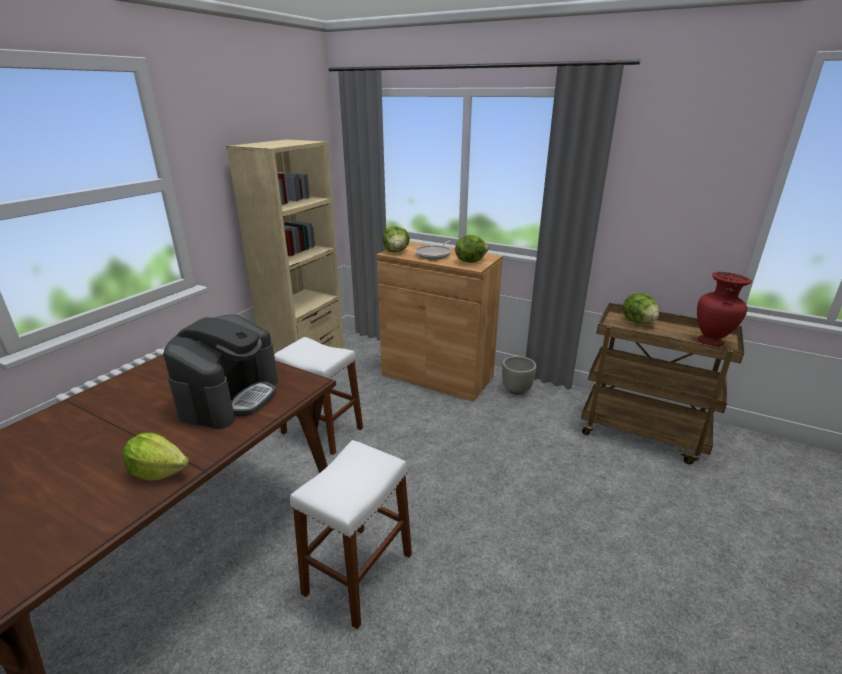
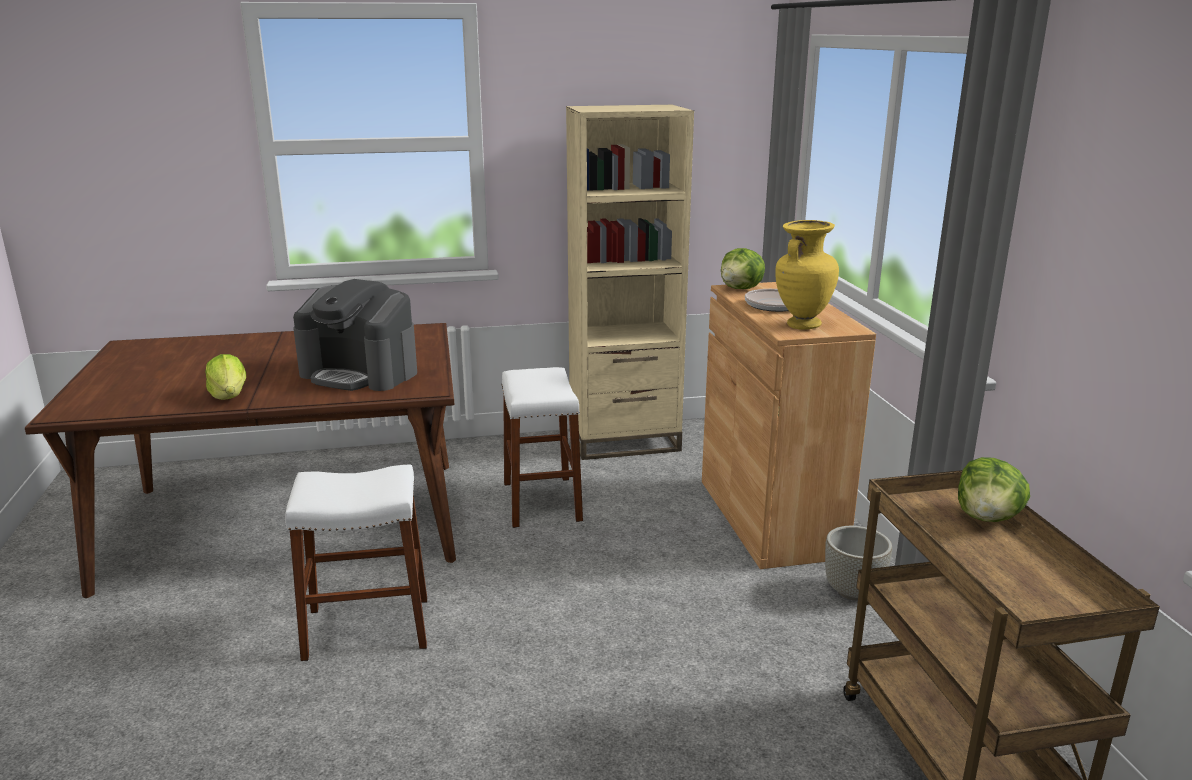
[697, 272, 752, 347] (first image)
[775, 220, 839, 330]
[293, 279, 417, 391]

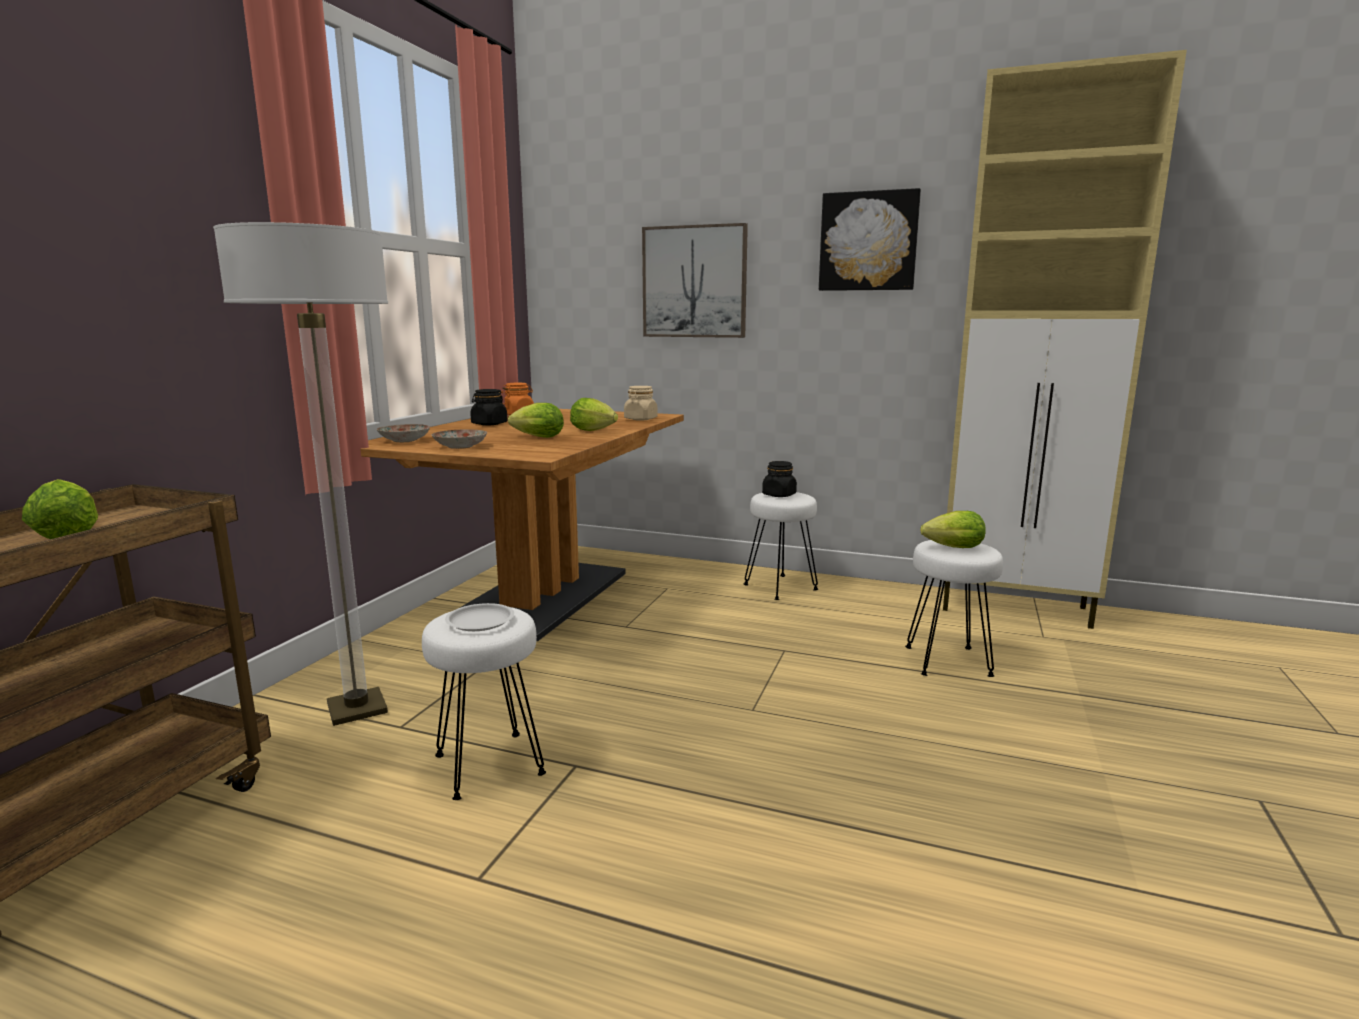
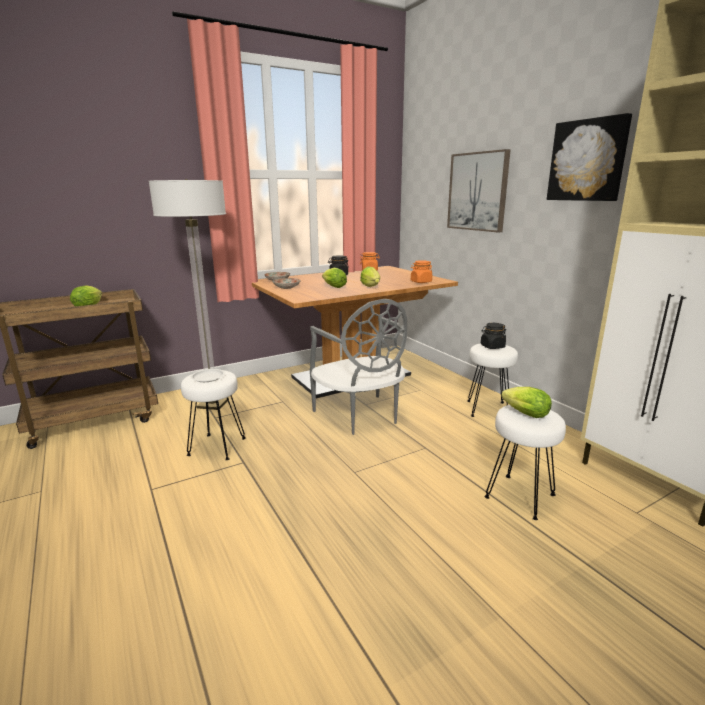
[310, 299, 407, 435]
[411, 260, 432, 283]

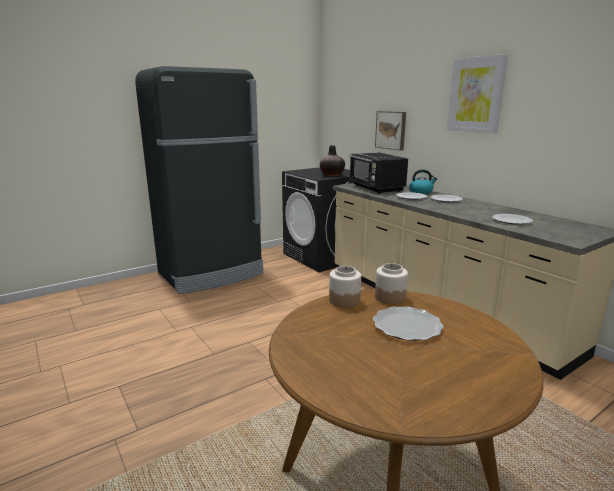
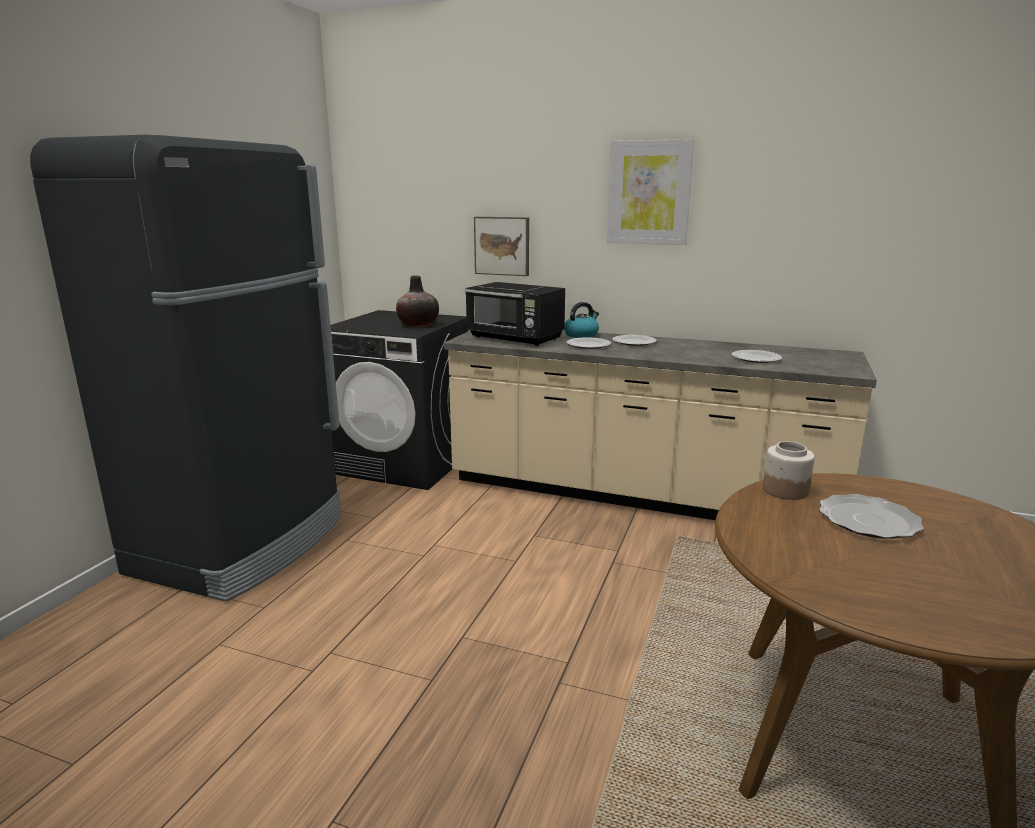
[329, 266, 361, 308] (first image)

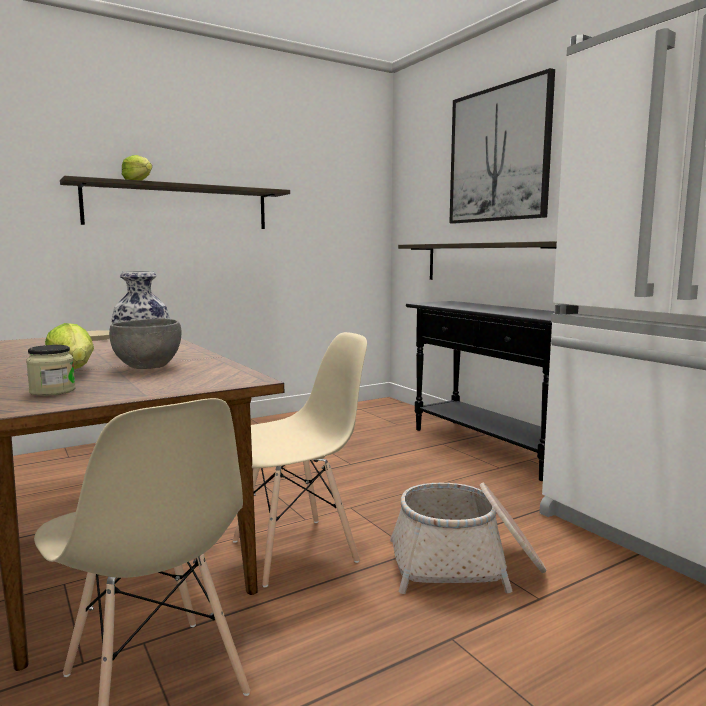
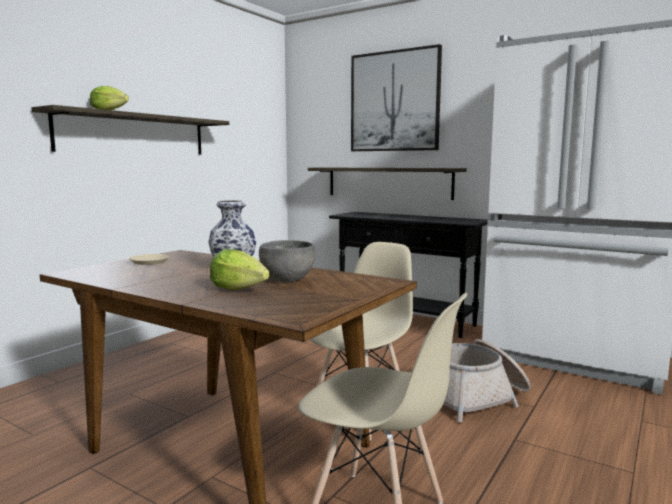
[26, 345, 76, 396] (first image)

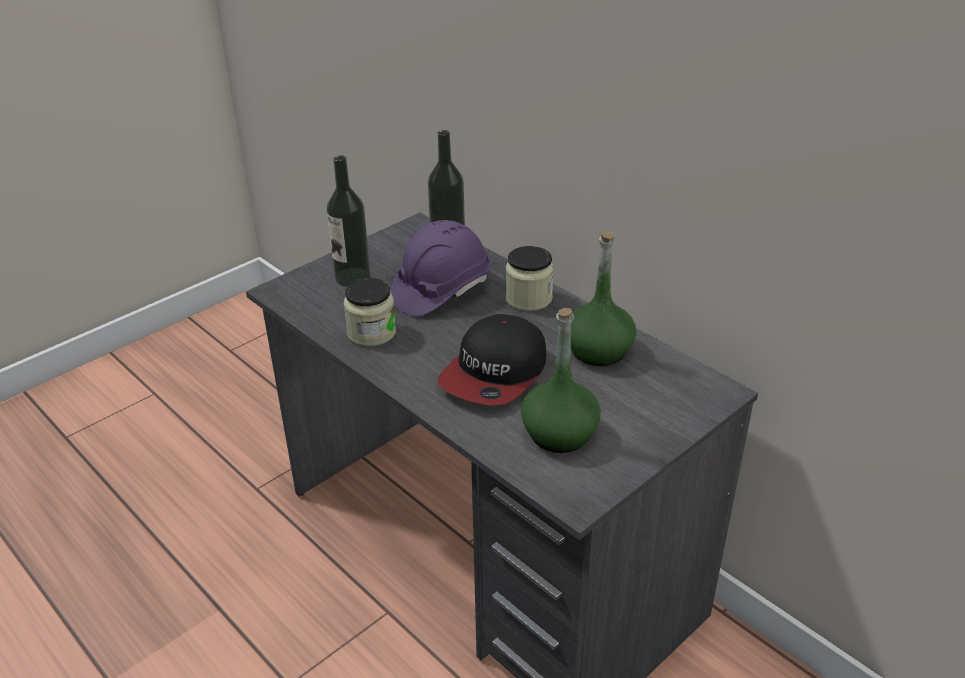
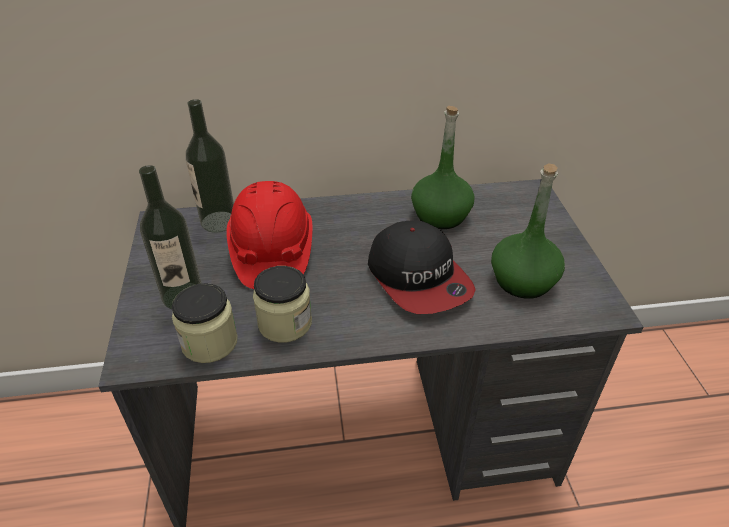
[172, 283, 238, 363]
[226, 181, 313, 289]

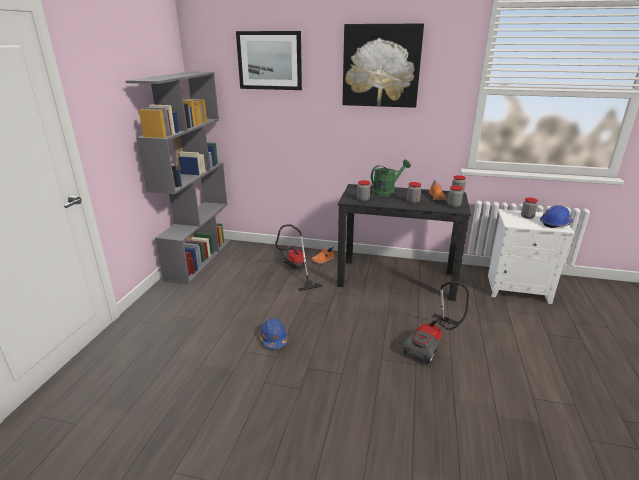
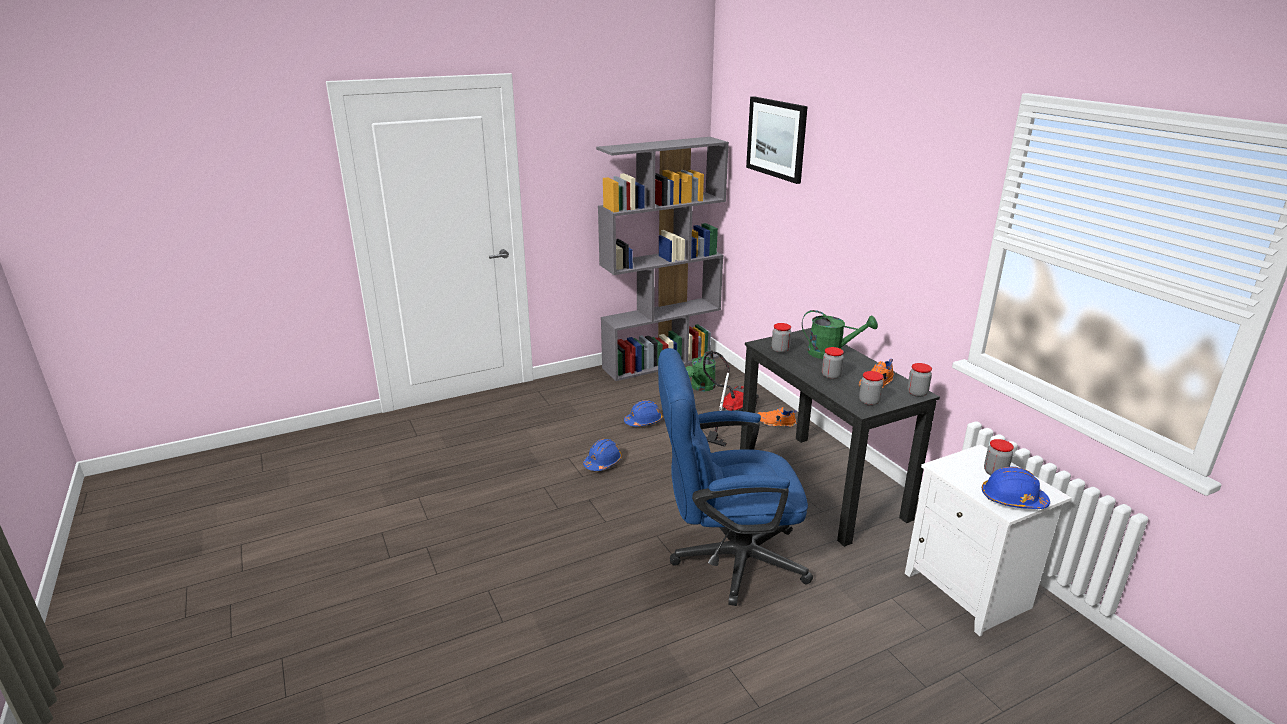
[342, 23, 424, 108] (first image)
[624, 400, 662, 427]
[686, 350, 716, 391]
[658, 348, 813, 606]

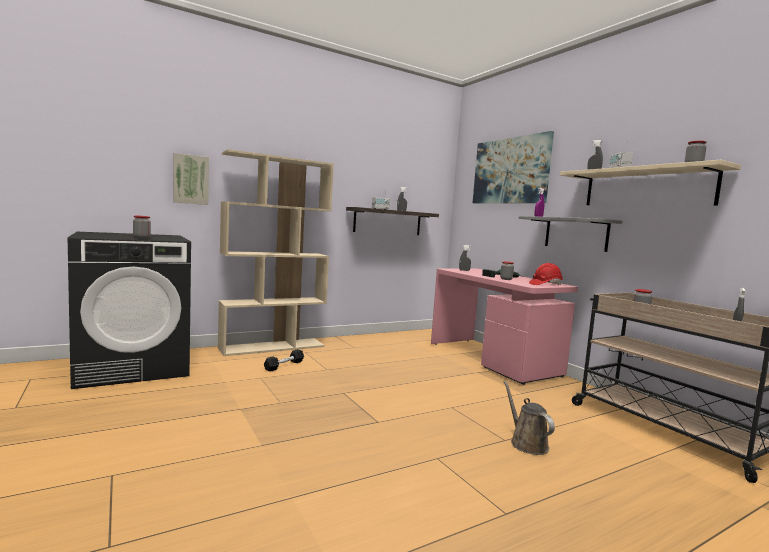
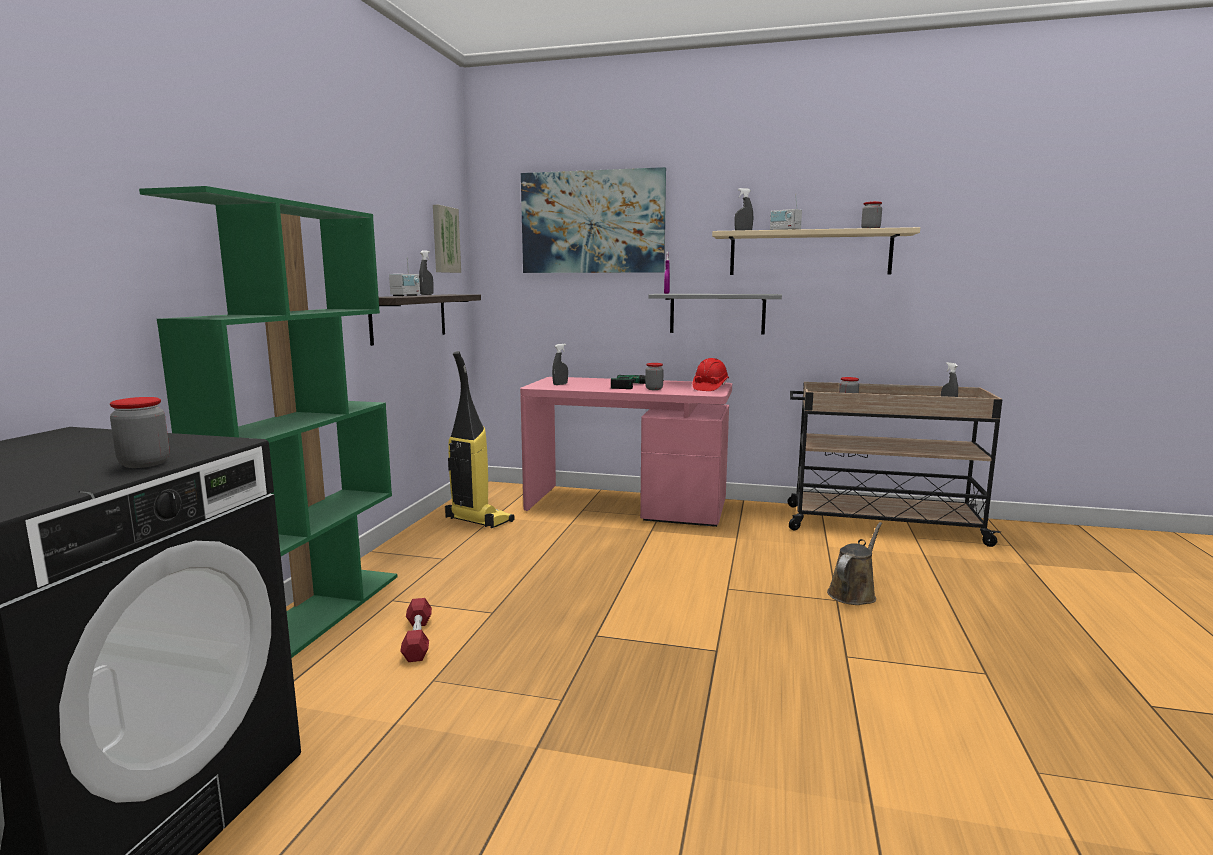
[445, 351, 515, 528]
[433, 205, 461, 273]
[139, 186, 398, 658]
[400, 598, 432, 662]
[827, 522, 882, 605]

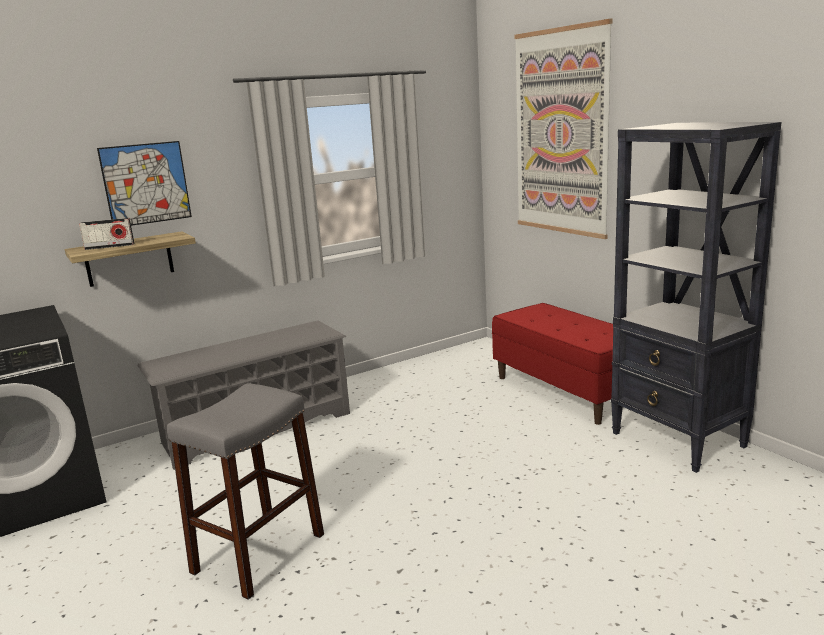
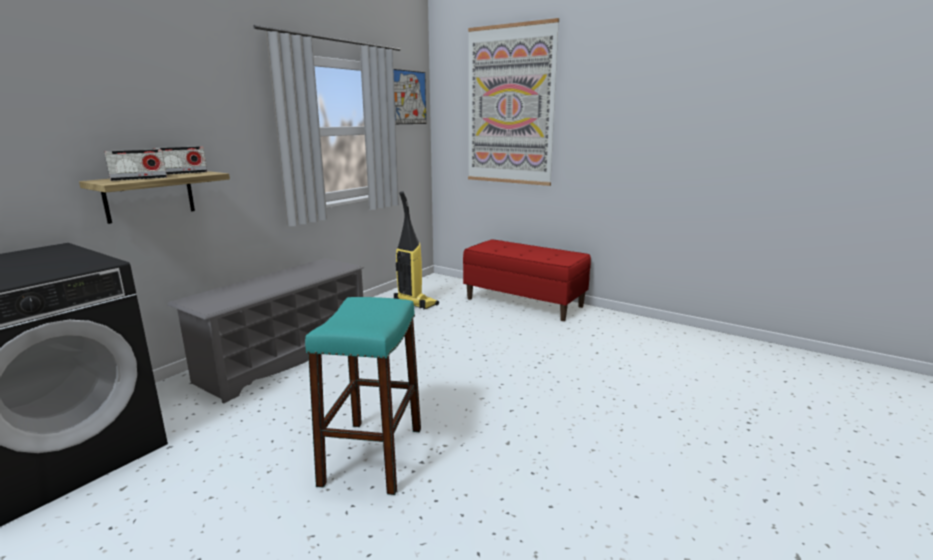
[611, 122, 782, 473] (first image)
[152, 146, 207, 175]
[394, 191, 439, 310]
[393, 69, 426, 124]
[305, 297, 421, 495]

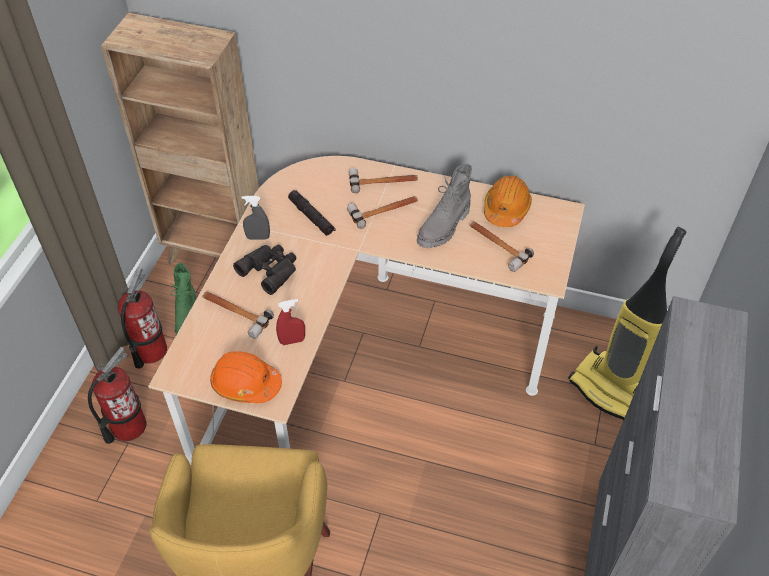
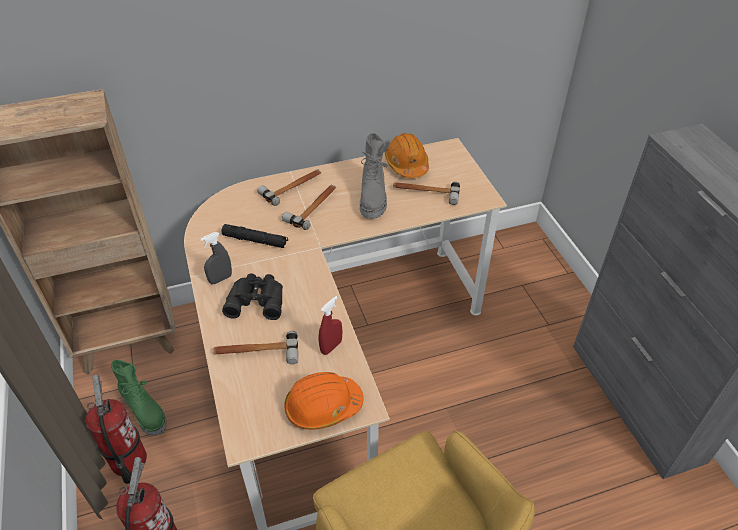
[568, 227, 686, 420] (first image)

